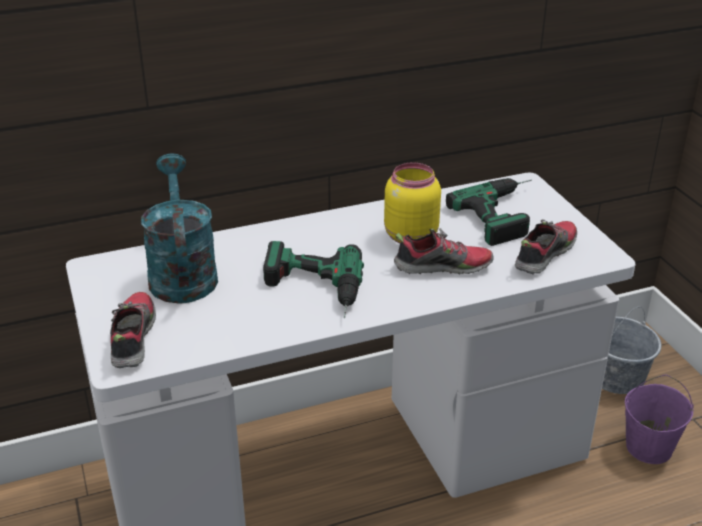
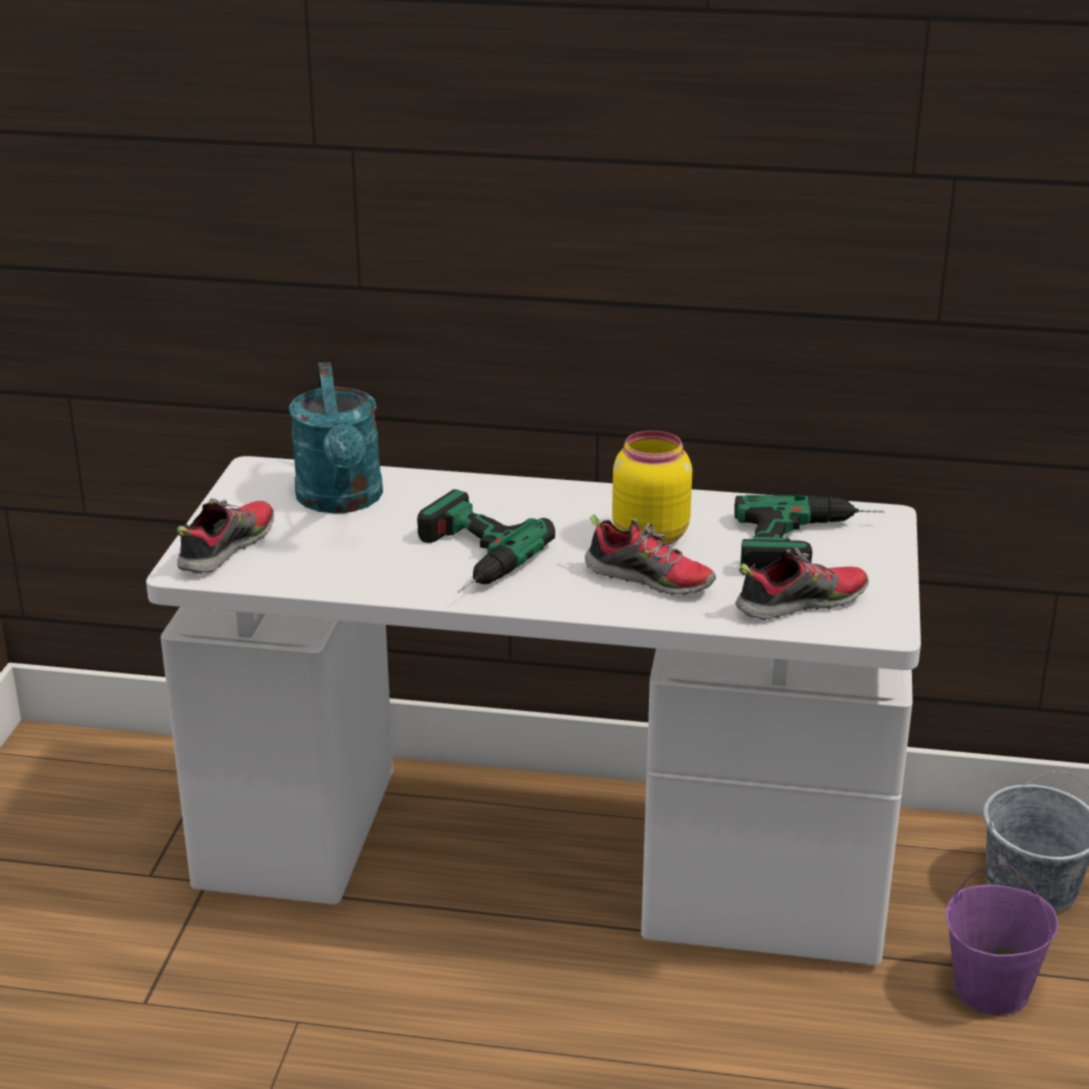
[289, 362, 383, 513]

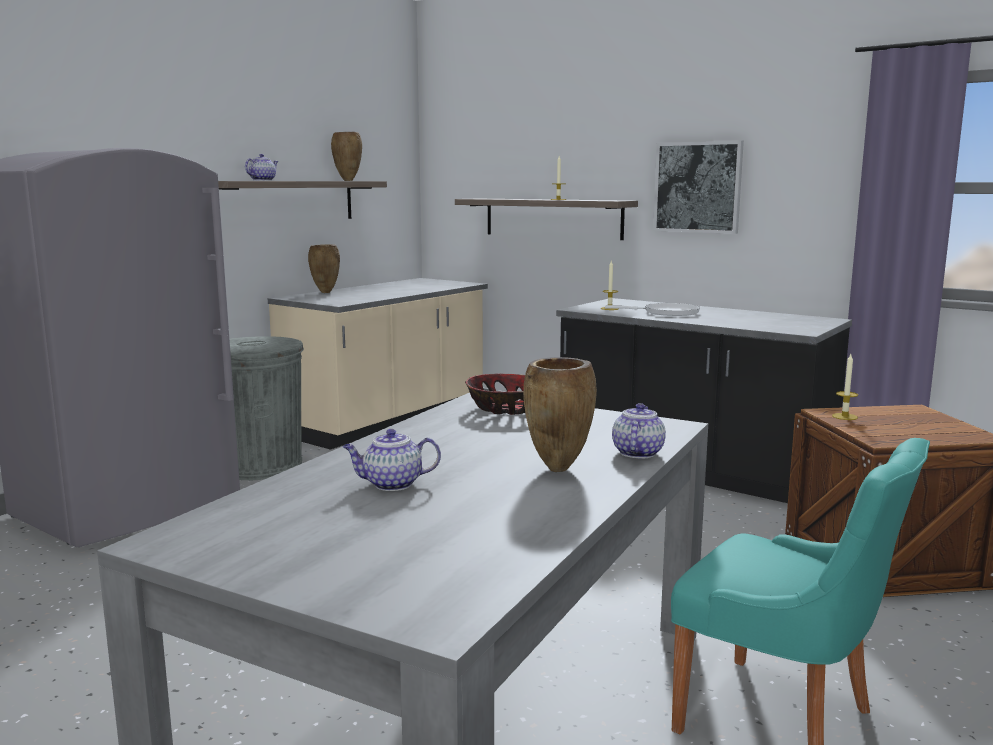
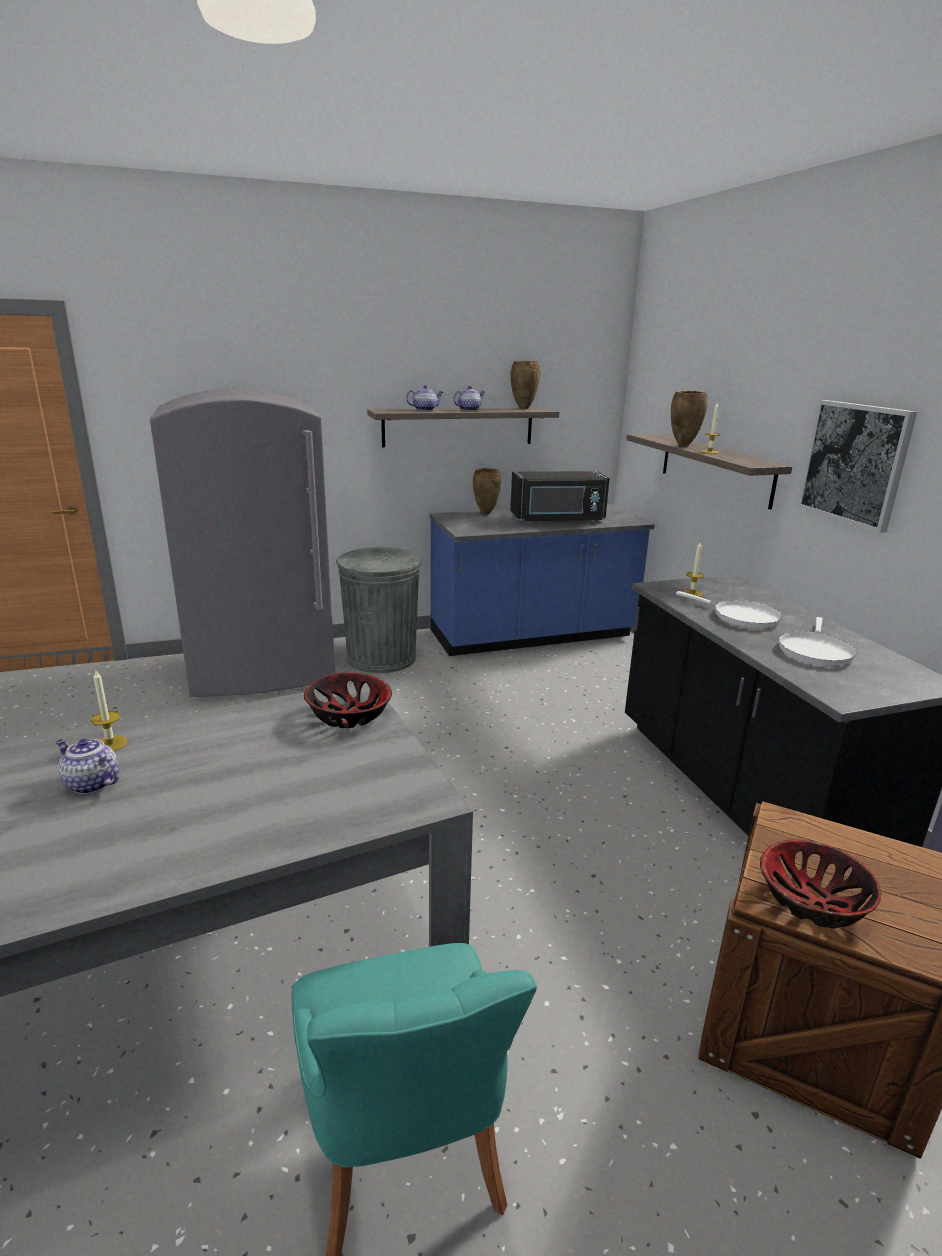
[510, 471, 610, 523]
[760, 840, 881, 929]
[779, 617, 857, 666]
[671, 391, 708, 446]
[453, 386, 485, 411]
[91, 670, 127, 751]
[429, 504, 655, 656]

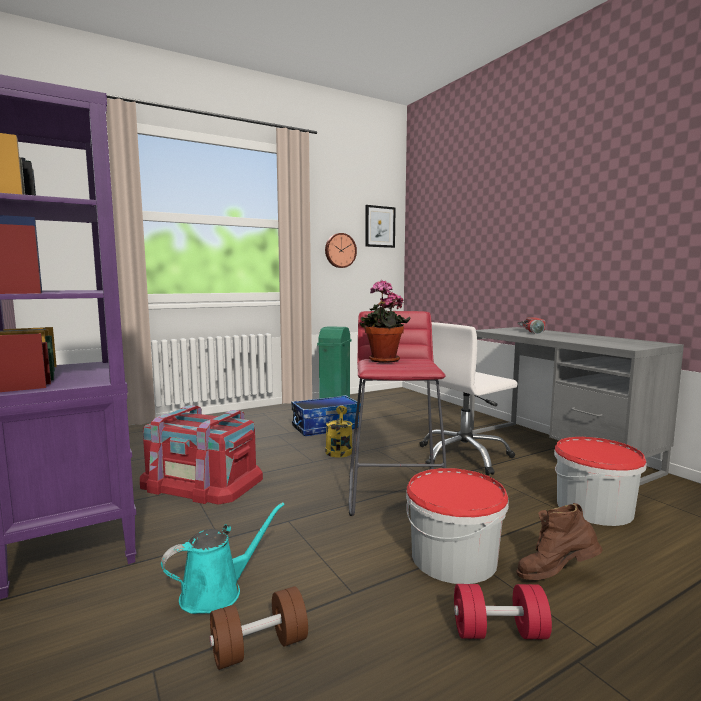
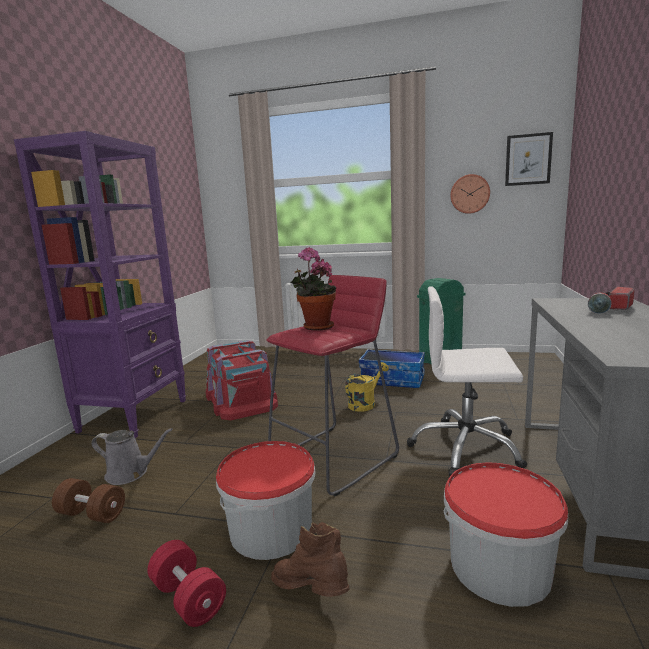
[91, 428, 173, 485]

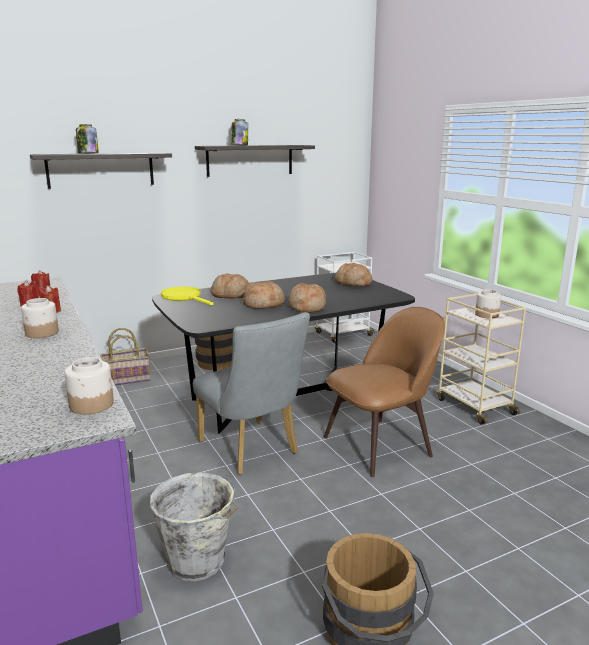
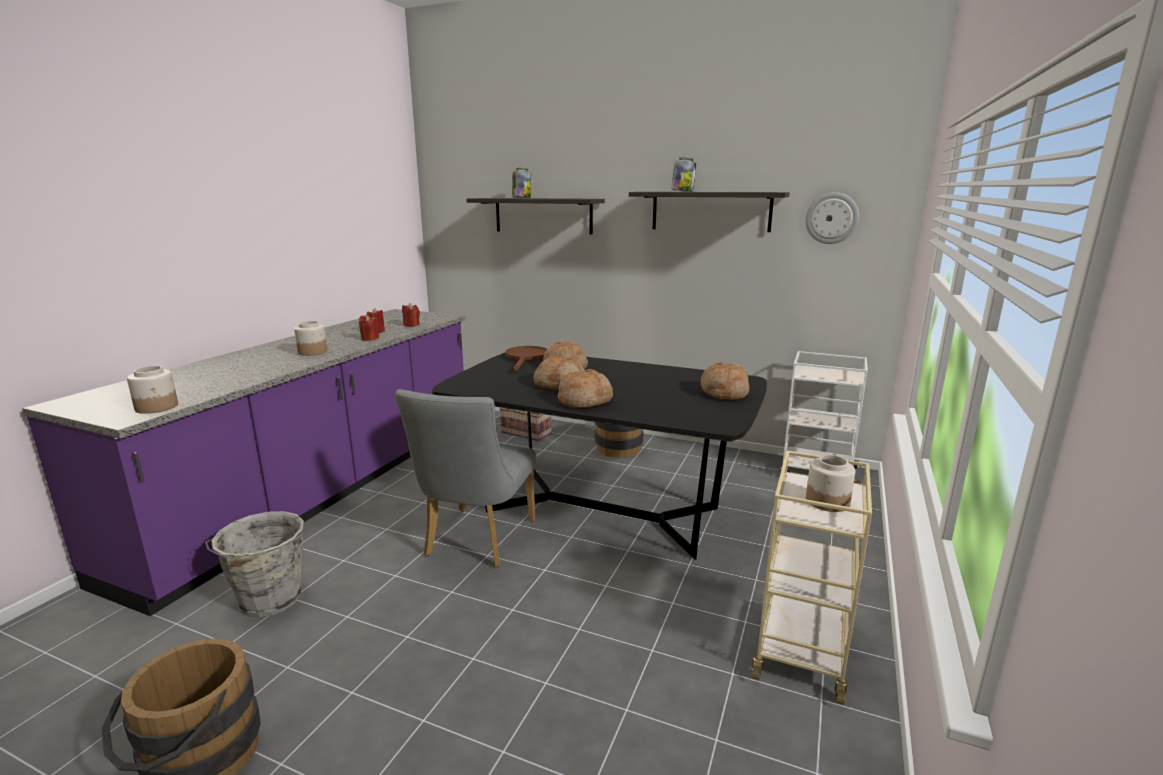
[324, 307, 445, 477] (first image)
[805, 192, 859, 244]
[505, 346, 547, 371]

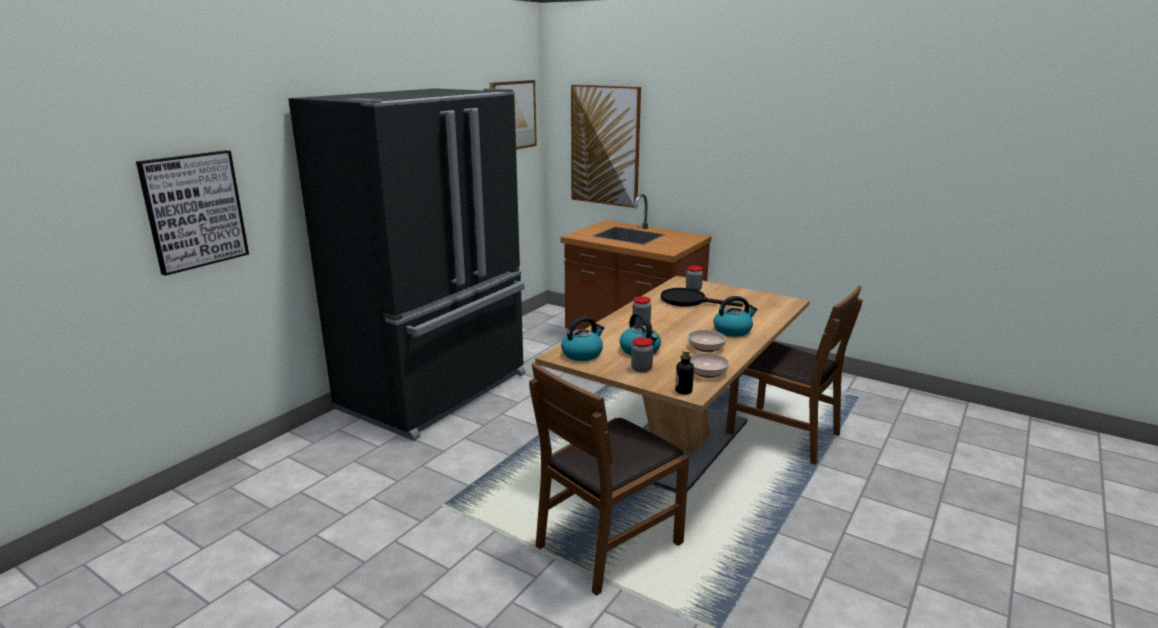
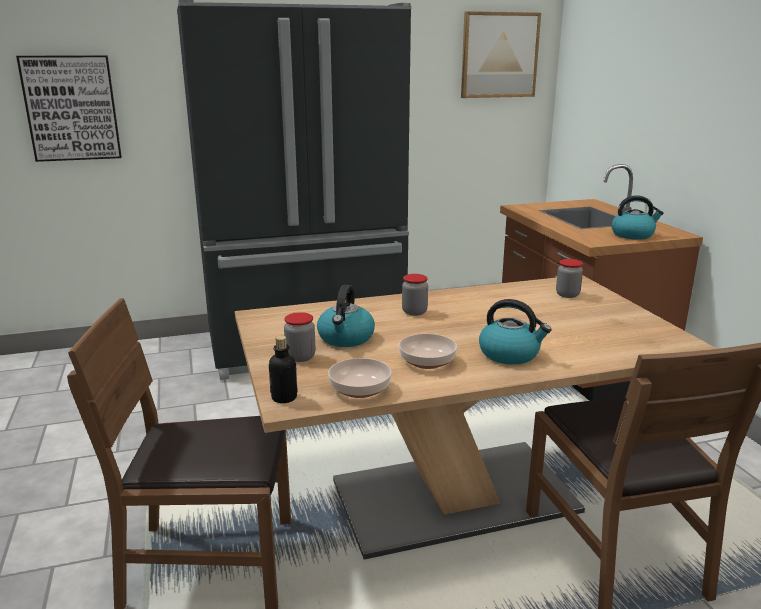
[571, 85, 641, 208] (first image)
[661, 288, 743, 307] (first image)
[611, 195, 664, 240]

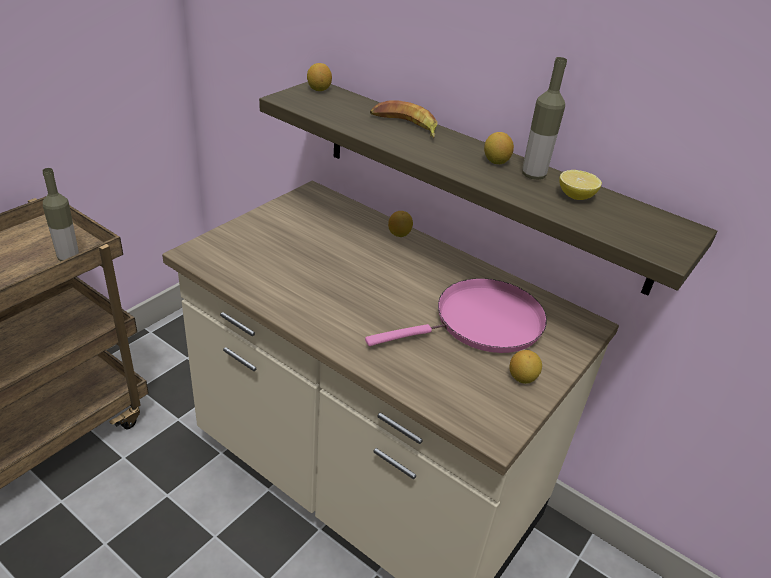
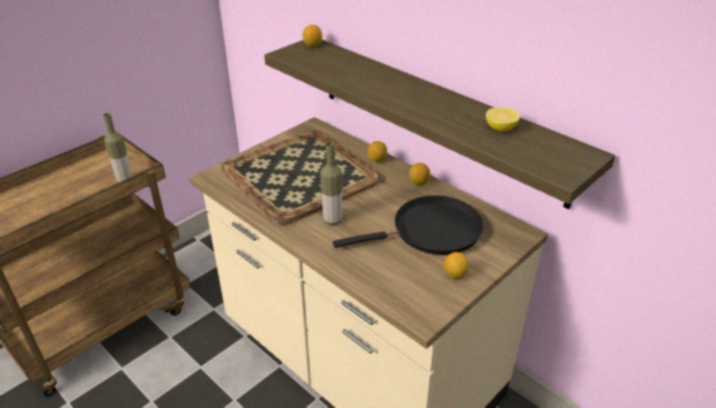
[370, 100, 437, 138] (first image)
[221, 130, 381, 225]
[409, 163, 430, 186]
[320, 142, 342, 225]
[333, 195, 483, 255]

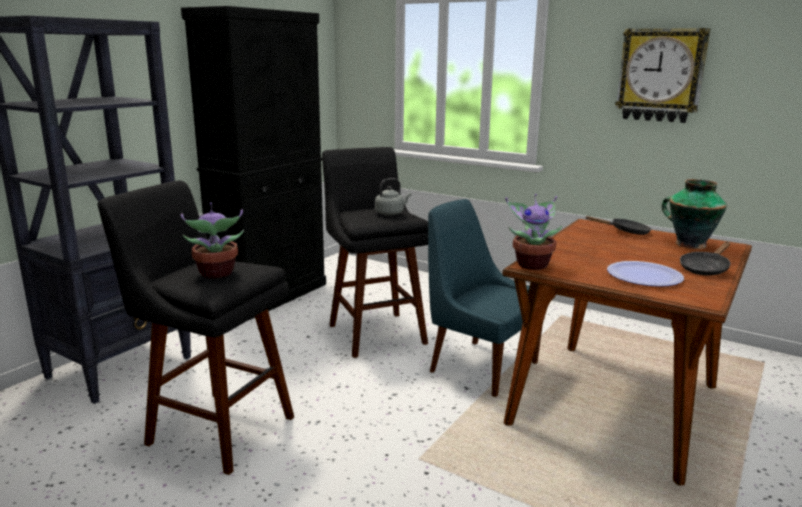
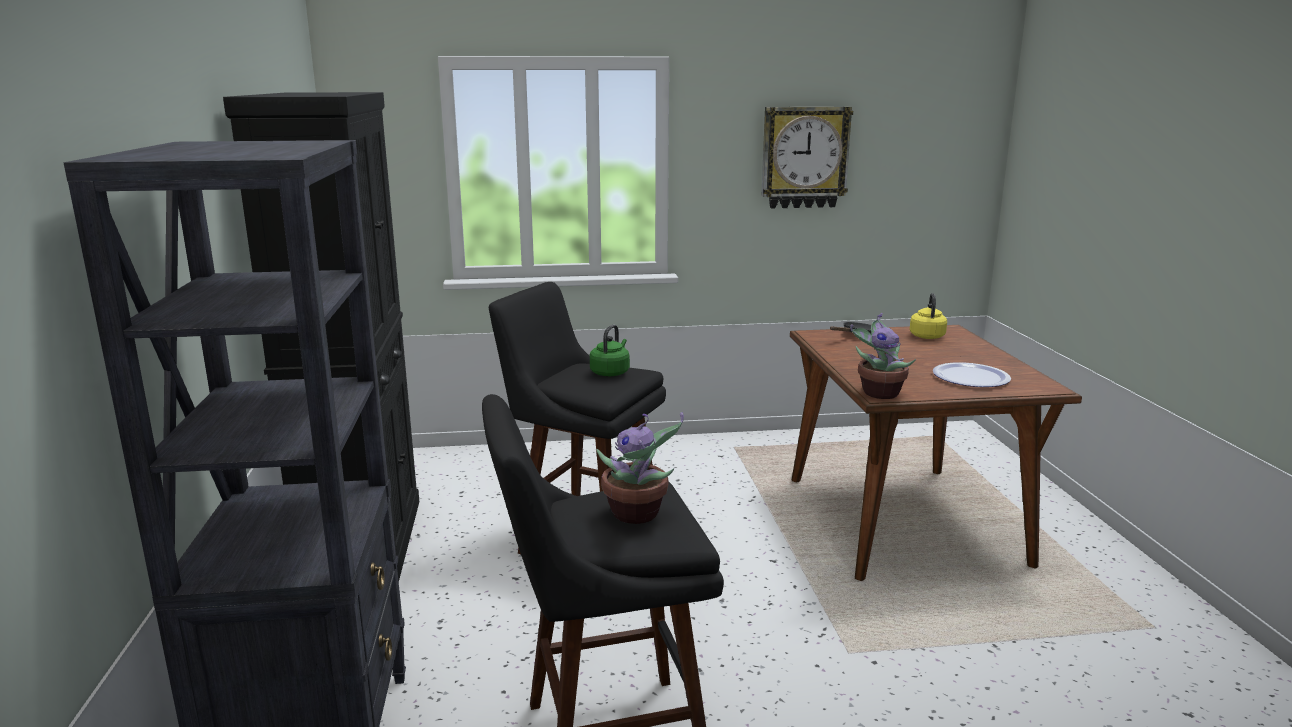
[428, 199, 543, 397] (first image)
[680, 242, 731, 276] (first image)
[910, 293, 947, 339]
[590, 324, 630, 376]

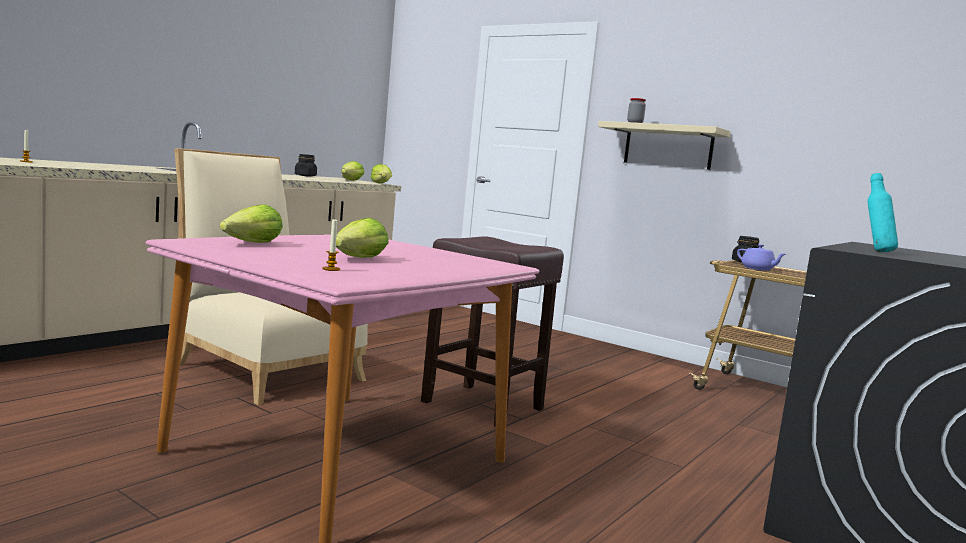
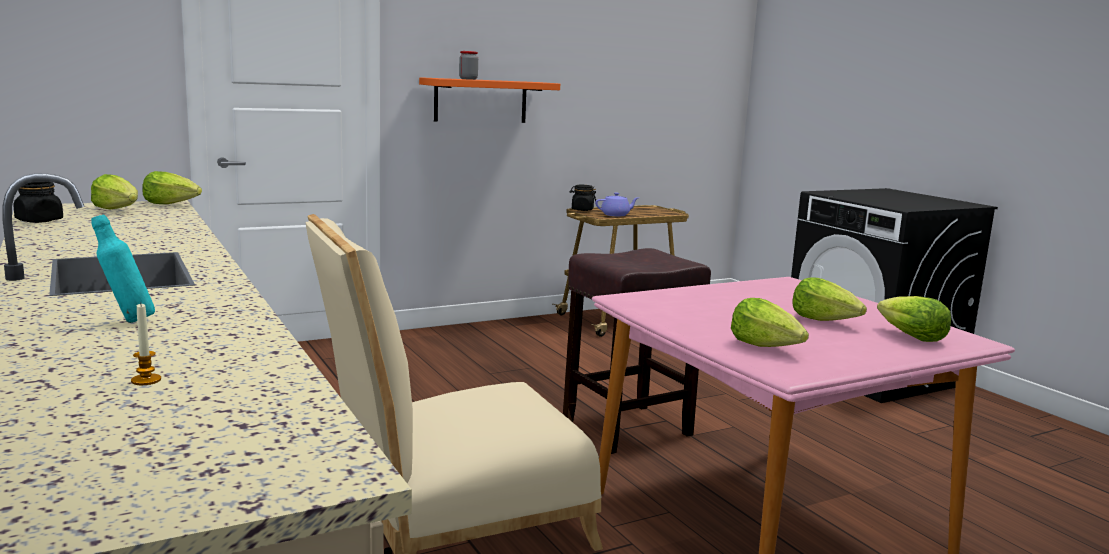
[91, 214, 155, 323]
[877, 296, 951, 342]
[419, 77, 560, 123]

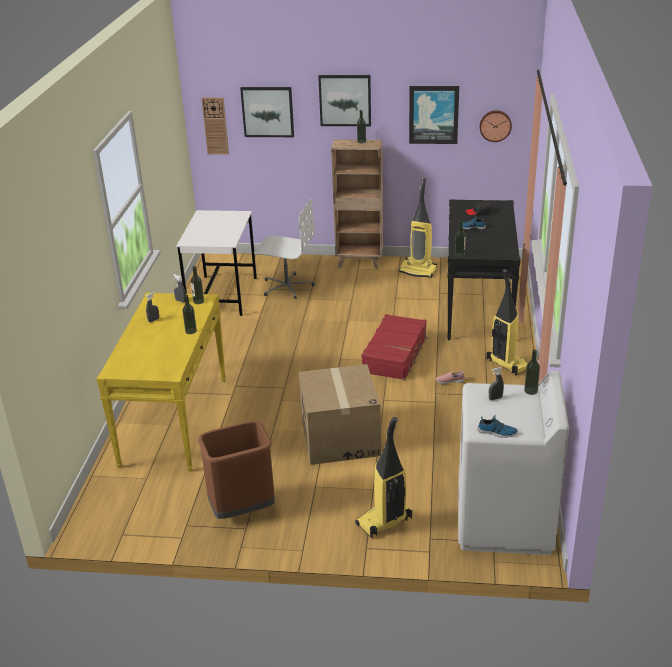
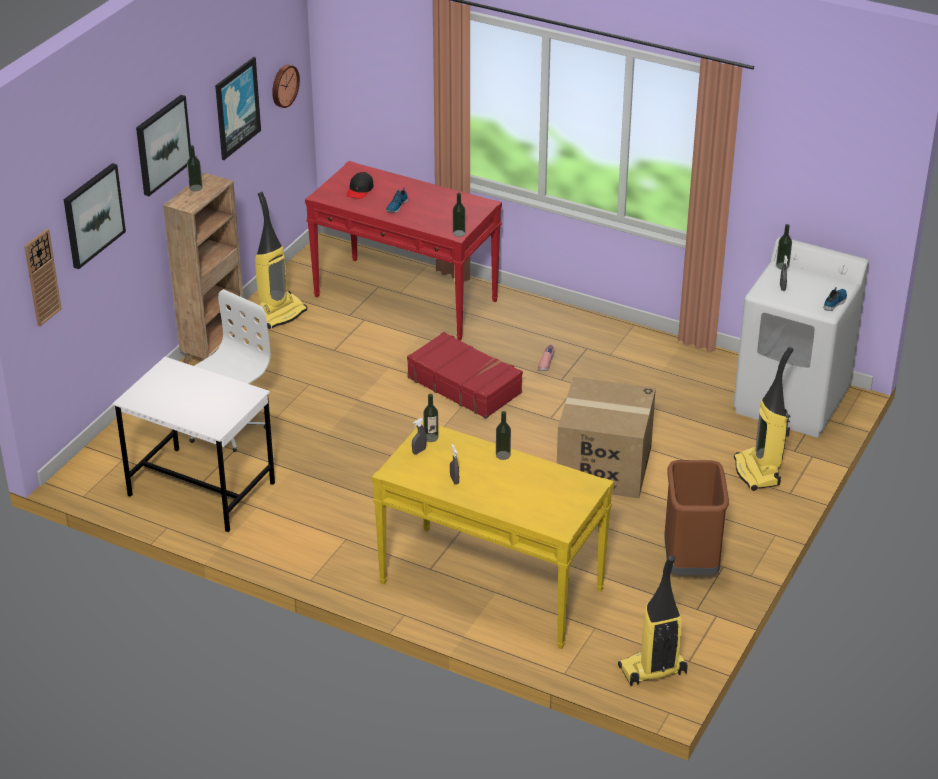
[618, 555, 688, 686]
[305, 161, 502, 341]

